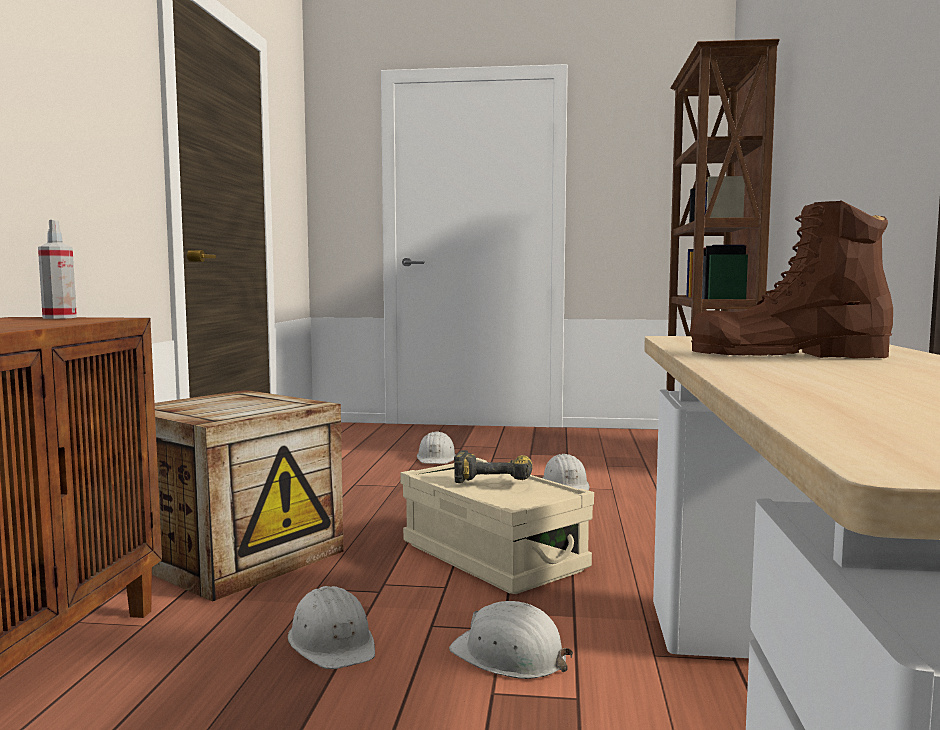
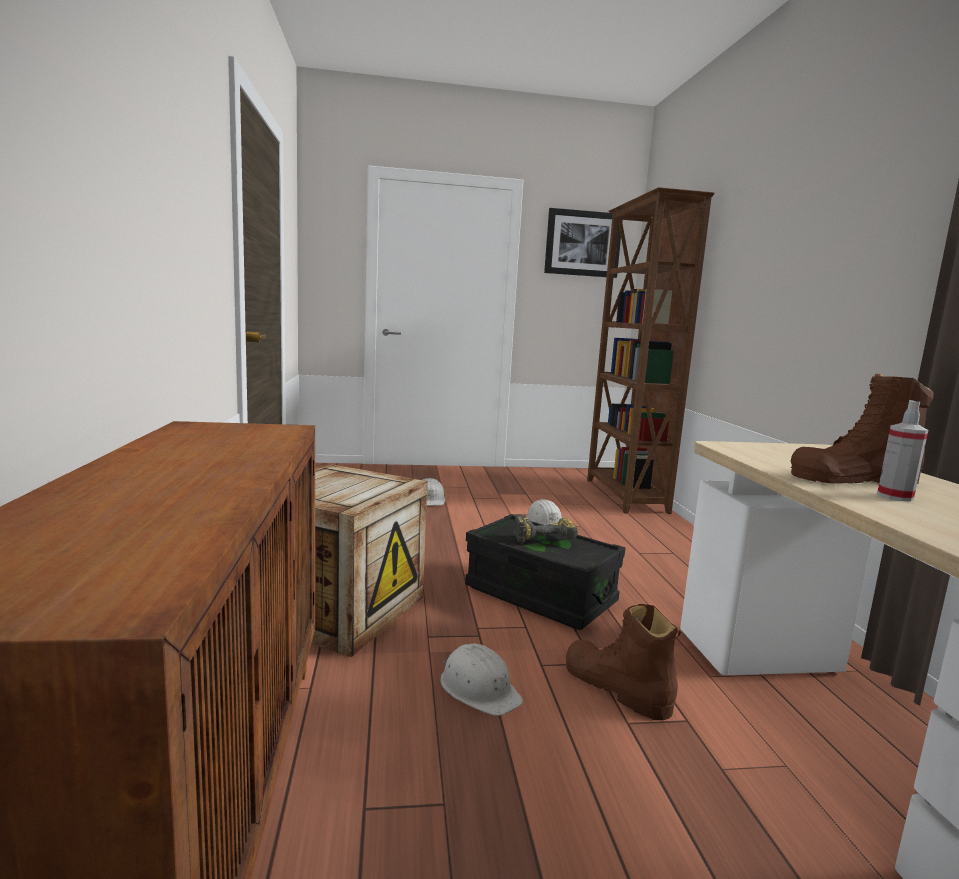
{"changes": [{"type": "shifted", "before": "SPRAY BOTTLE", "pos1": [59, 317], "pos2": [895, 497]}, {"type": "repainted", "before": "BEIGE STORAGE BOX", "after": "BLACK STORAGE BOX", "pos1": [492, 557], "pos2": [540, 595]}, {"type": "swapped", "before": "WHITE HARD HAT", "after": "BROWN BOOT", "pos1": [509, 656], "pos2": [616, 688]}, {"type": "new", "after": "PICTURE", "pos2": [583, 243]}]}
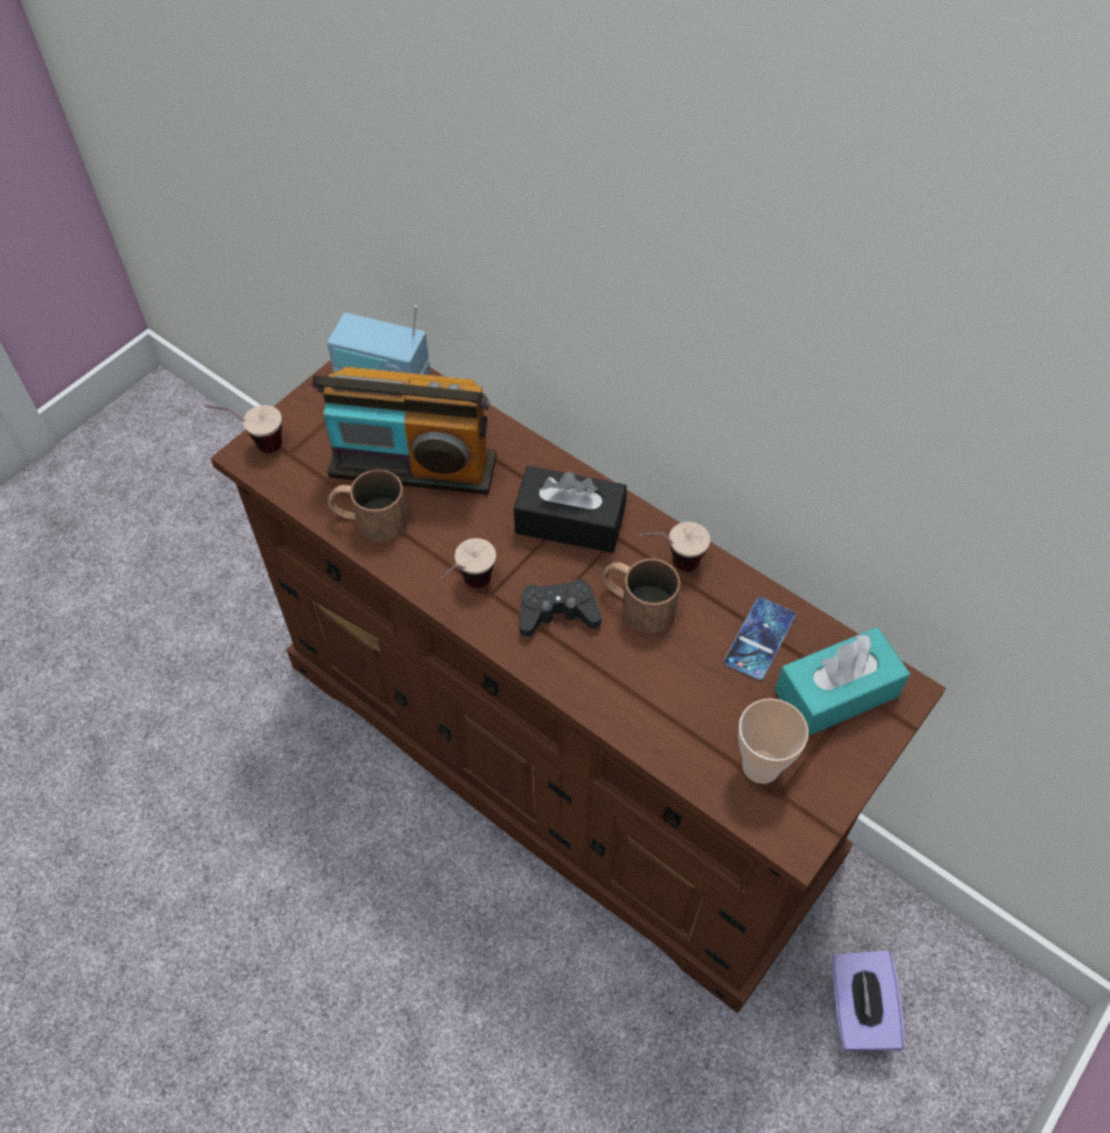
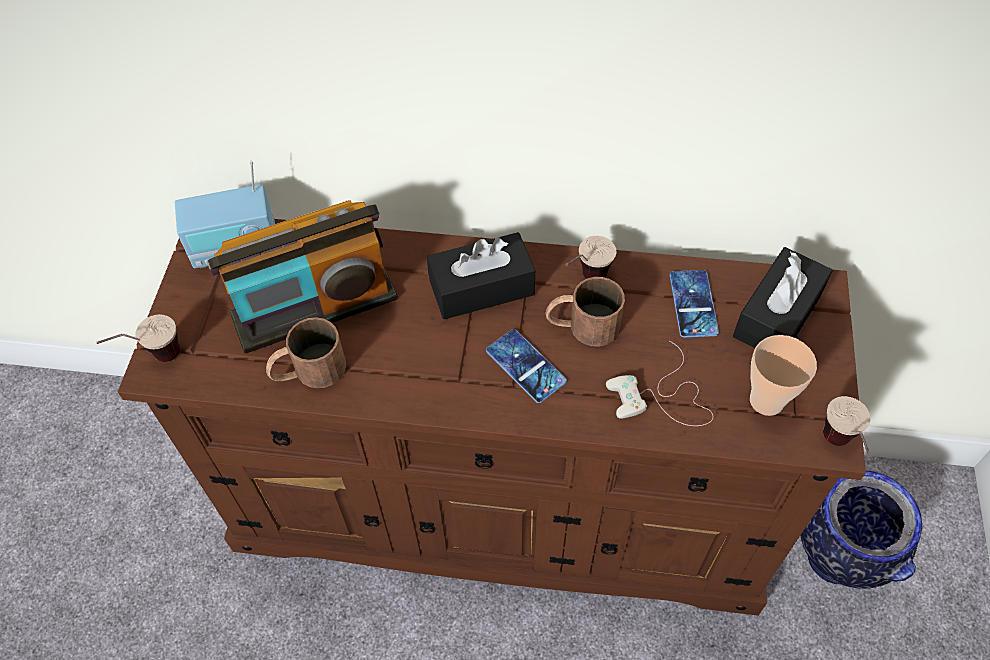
{"changes": [{"type": "shifted", "before": "CUP", "pos1": [468, 589], "pos2": [839, 449]}, {"type": "swapped", "before": "BLACK GAME CONTROLLER", "after": "PHONE", "pos1": [558, 613], "pos2": [525, 366]}, {"type": "repainted", "before": "TURQUOISE TISSUE BOX", "after": "BLACK TISSUE BOX", "pos1": [836, 693], "pos2": [777, 315]}, {"type": "swapped", "before": "PURPLE TISSUE BOX", "after": "VASE", "pos1": [858, 1010], "pos2": [835, 560]}, {"type": "new", "after": "WHITE GAME CONTROLLER", "pos2": [662, 397]}]}
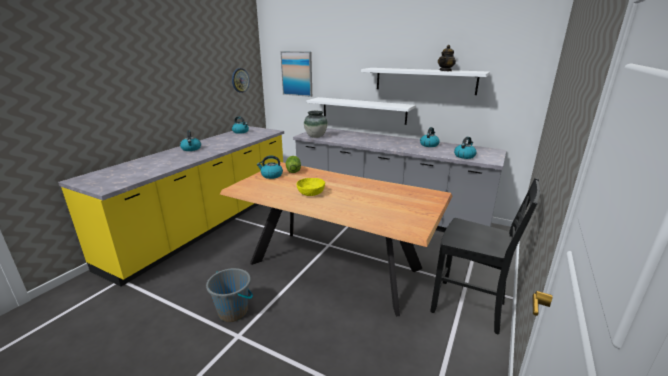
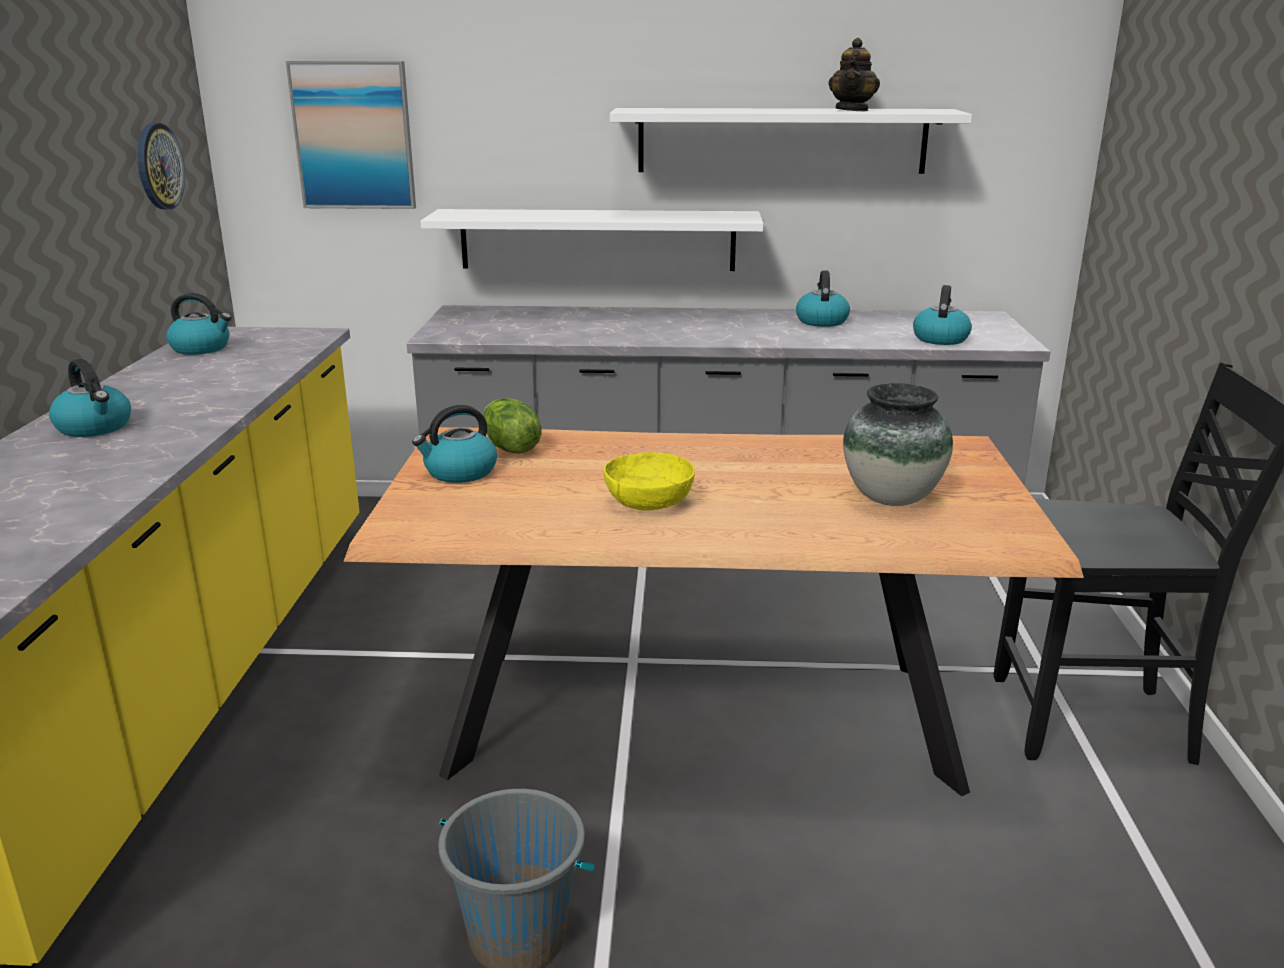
{"changes": [{"type": "shifted", "before": "VASE", "pos1": [315, 136], "pos2": [892, 499]}]}
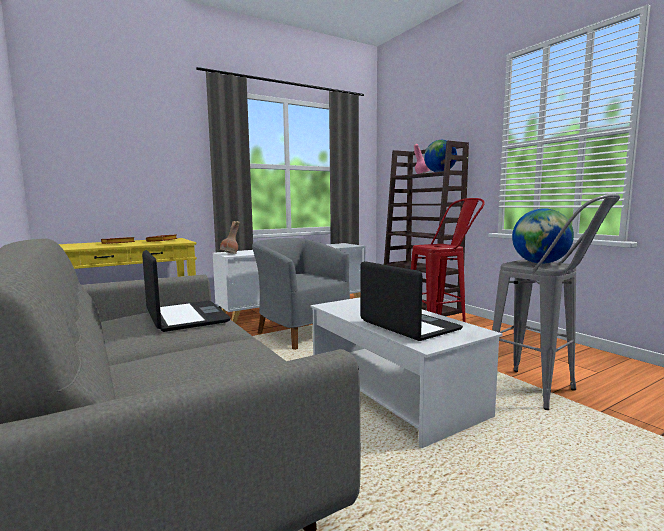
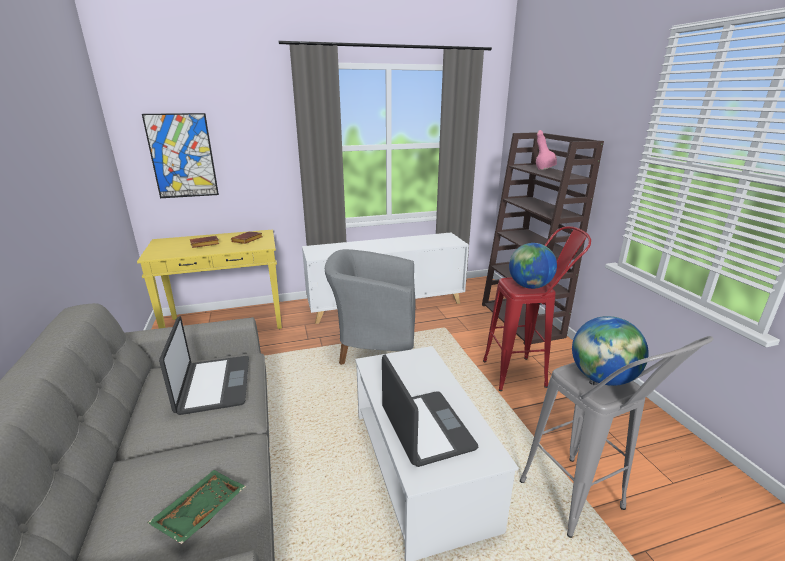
{"changes": [{"type": "shifted", "before": "GLOBE", "pos1": [440, 172], "pos2": [529, 286]}, {"type": "gone", "before": "BROWN VASE", "pos1": [230, 254]}, {"type": "rotated", "before": "GREY ARMCHAIR", "pos1": [300, 332], "pos2": [374, 347], "turn": -60}, {"type": "new", "after": "PICTURE", "pos2": [182, 156]}, {"type": "new", "after": "GREEN TRAY", "pos2": [200, 511]}]}
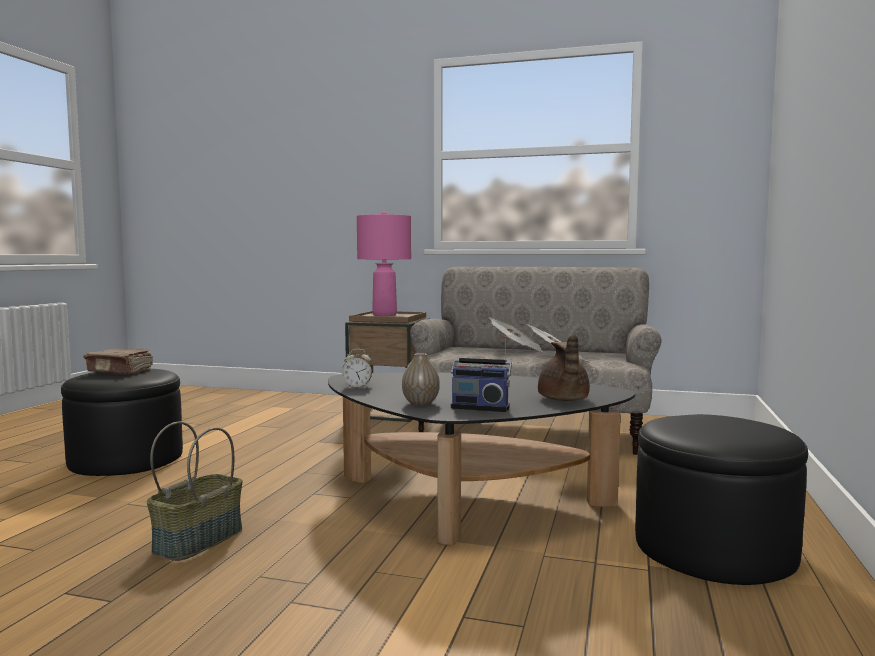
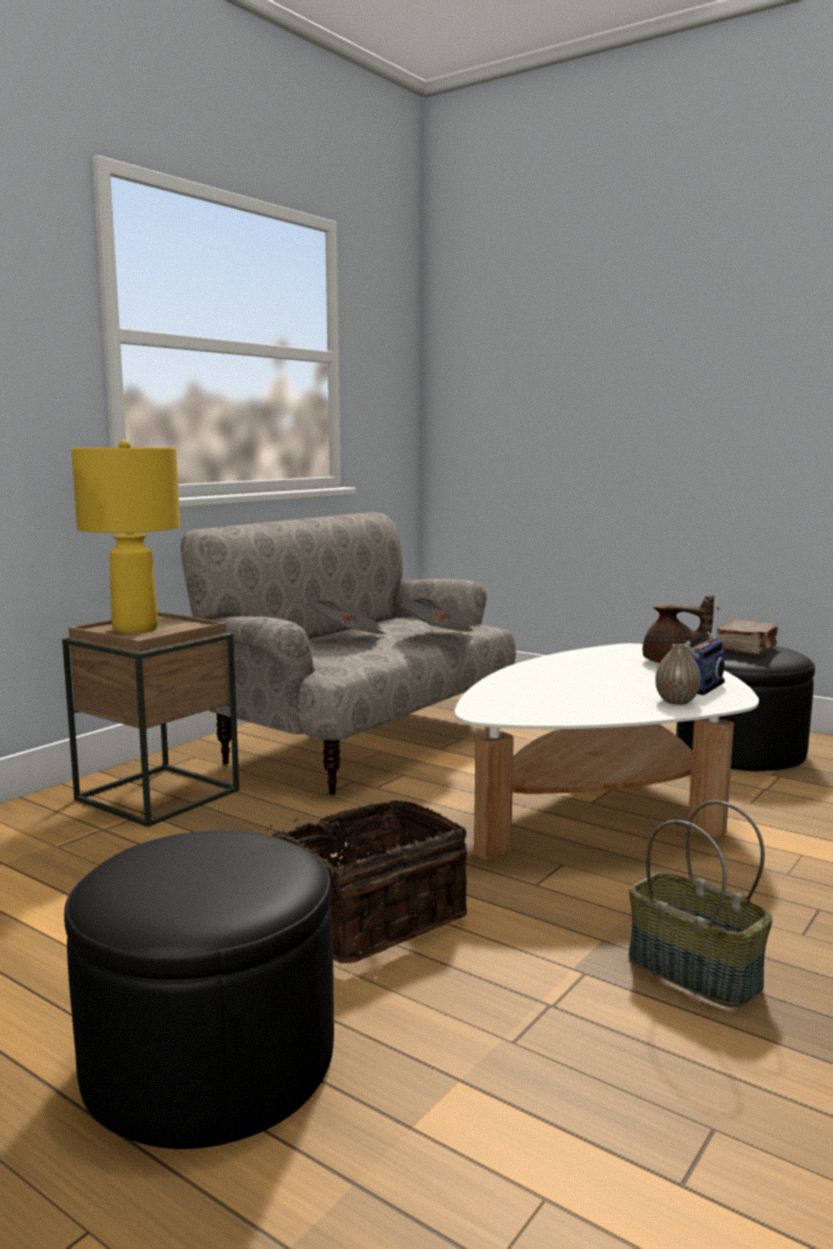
{"changes": [{"type": "repainted", "before": "PINK TABLE LAMP", "after": "YELLOW TABLE LAMP", "pos1": [385, 315], "pos2": [136, 628]}, {"type": "shifted", "before": "BROWN BOOK", "pos1": [120, 371], "pos2": [747, 649]}, {"type": "gone", "before": "ALARM CLOCK", "pos1": [357, 387]}, {"type": "repainted", "before": "BLACK COFFEE TABLE", "after": "WHITE COFFEE TABLE", "pos1": [466, 501], "pos2": [602, 808]}, {"type": "new", "after": "BASKET", "pos2": [370, 919]}]}
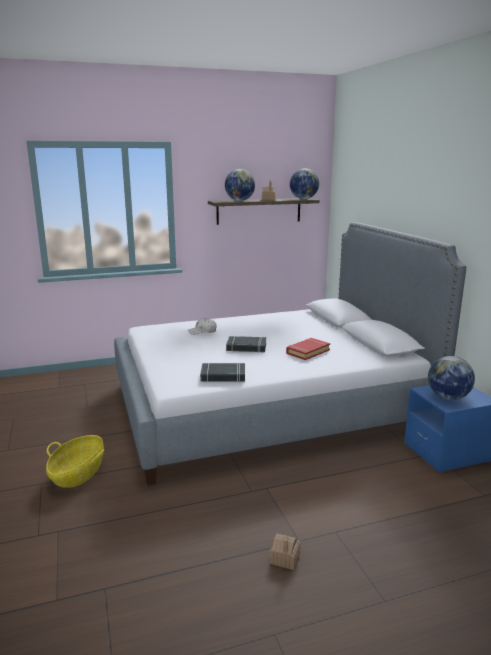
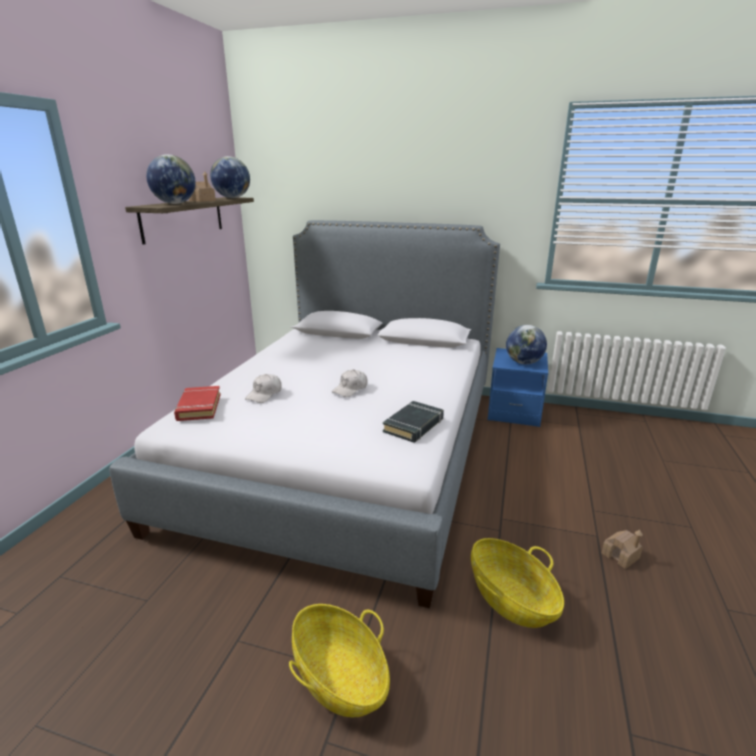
{"changes": [{"type": "swapped", "before": "BLACK BOOK", "after": "WHITE CAP", "pos1": [246, 347], "pos2": [350, 389]}, {"type": "shifted", "before": "RED BOOK", "pos1": [307, 352], "pos2": [199, 407]}, {"type": "new", "after": "BASKET", "pos2": [511, 599]}]}
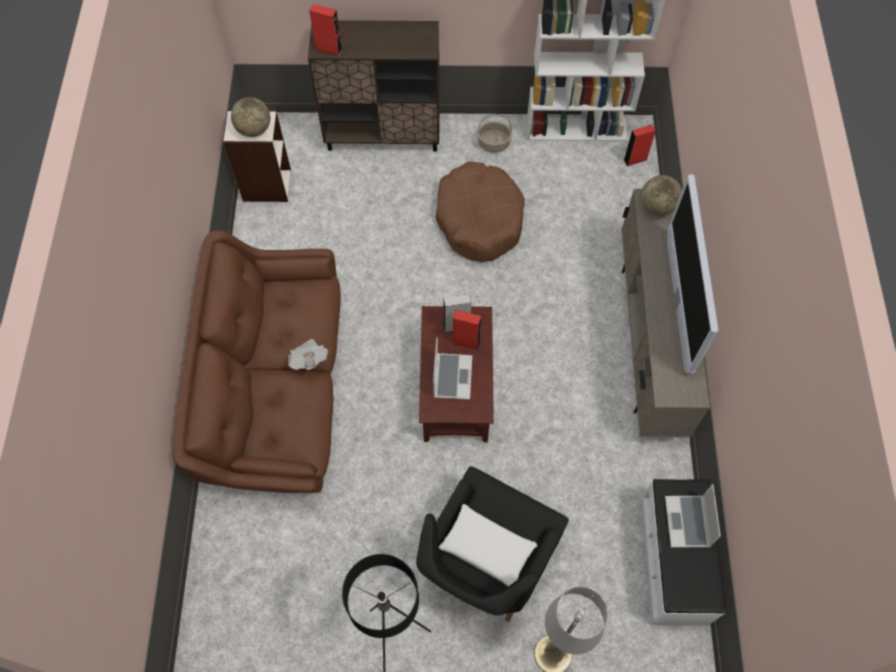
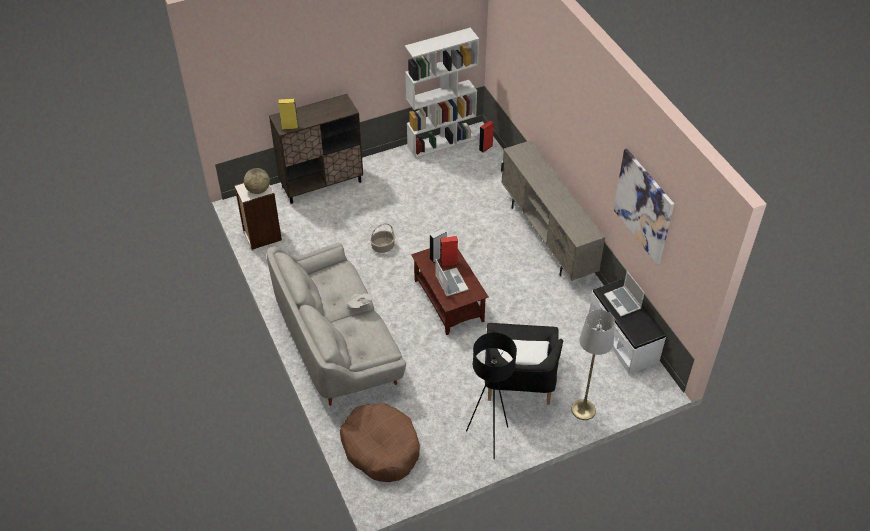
{"changes": [{"type": "repainted", "before": "RED SPEAKER", "after": "YELLOW SPEAKER", "pos1": [329, 49], "pos2": [289, 127]}, {"type": "shifted", "before": "BASKET", "pos1": [494, 143], "pos2": [383, 246]}, {"type": "shifted", "before": "BROWN DOG BED", "pos1": [479, 219], "pos2": [381, 448]}, {"type": "gone", "before": "TELEVISION", "pos1": [678, 303]}, {"type": "gone", "before": "GLOBE", "pos1": [657, 207]}, {"type": "repainted", "before": "BROWN SOFA", "after": "GREY SOFA", "pos1": [277, 390], "pos2": [338, 342]}, {"type": "new", "after": "PICTURE", "pos2": [643, 206]}]}
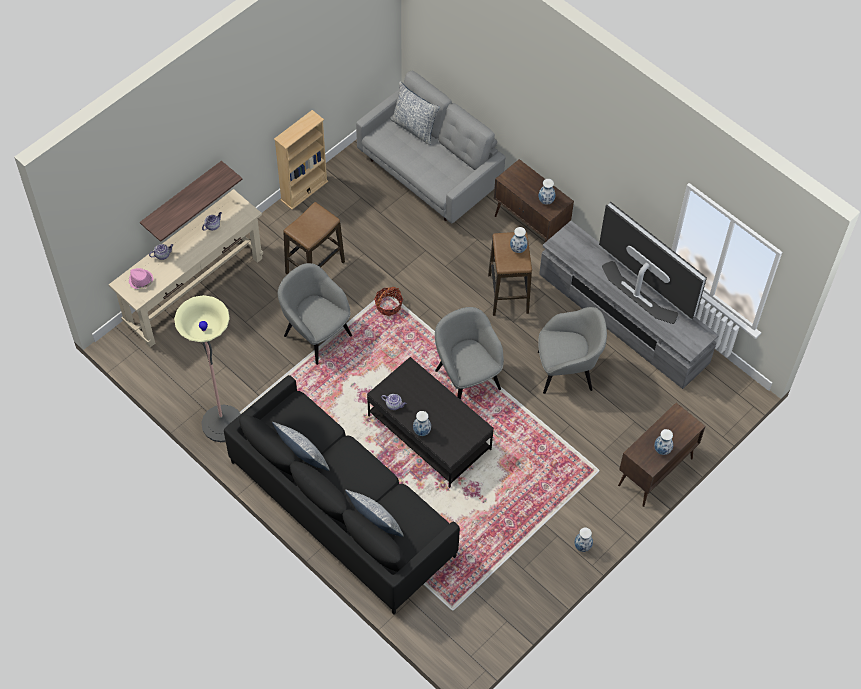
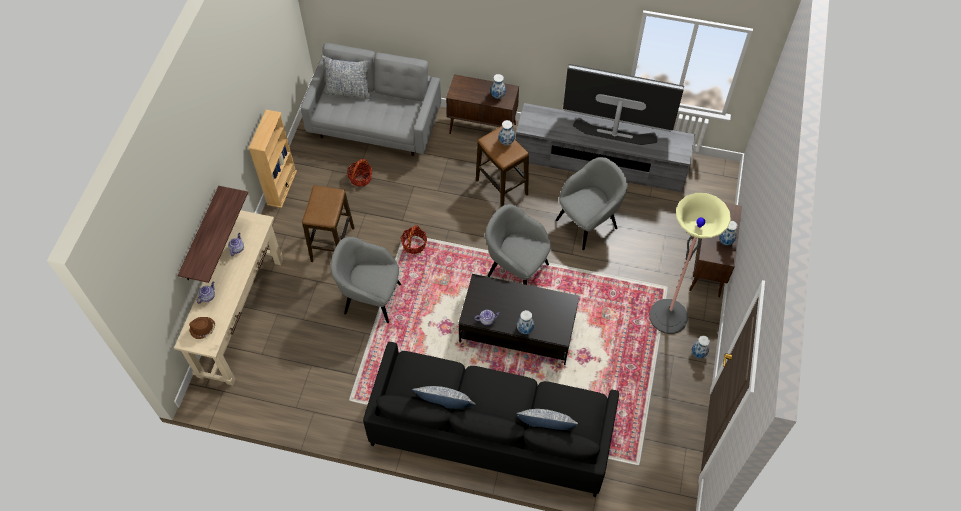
{"changes": [{"type": "repainted", "before": "PINK HAT", "after": "BROWN HAT", "pos1": [141, 281], "pos2": [202, 329]}, {"type": "shifted", "before": "FLOOR LAMP", "pos1": [222, 424], "pos2": [668, 316]}, {"type": "new", "after": "BASKET", "pos2": [360, 178]}]}
